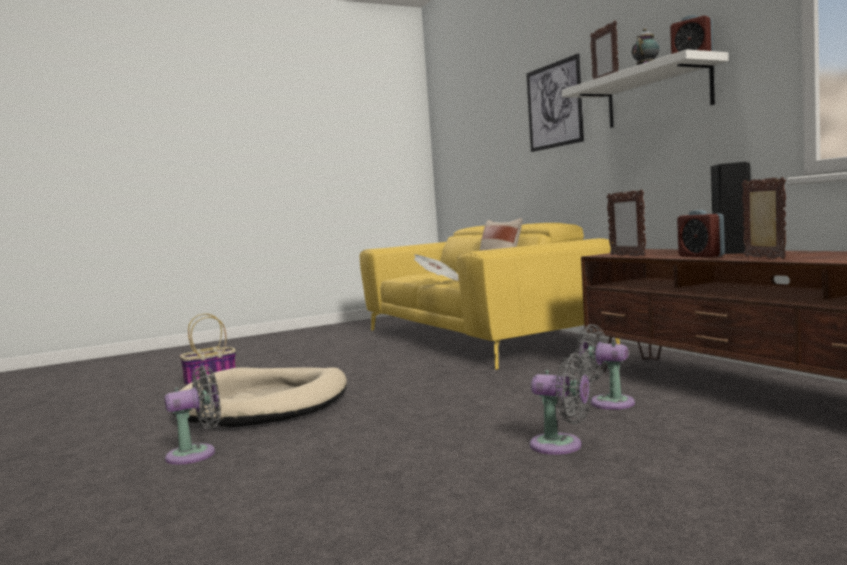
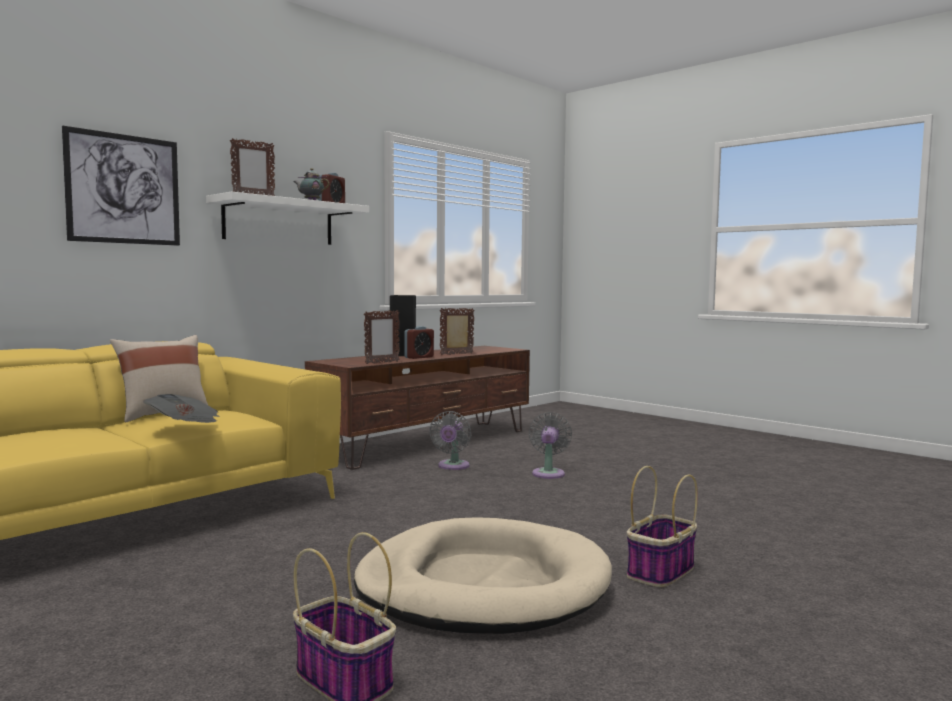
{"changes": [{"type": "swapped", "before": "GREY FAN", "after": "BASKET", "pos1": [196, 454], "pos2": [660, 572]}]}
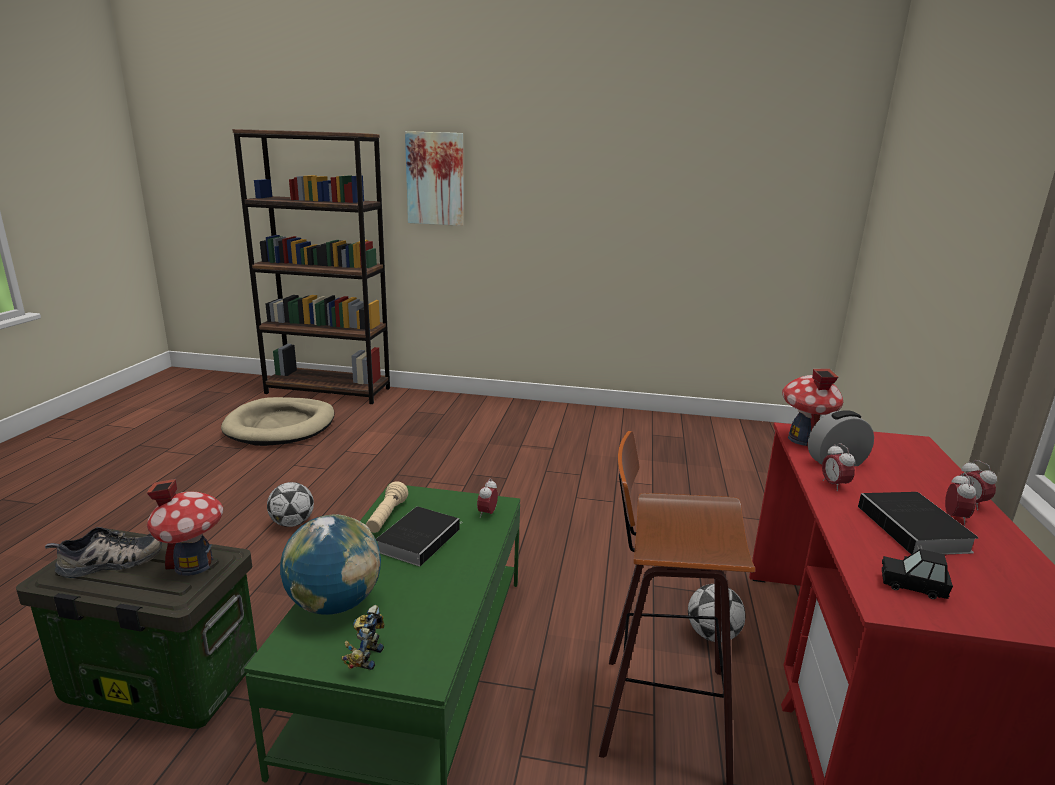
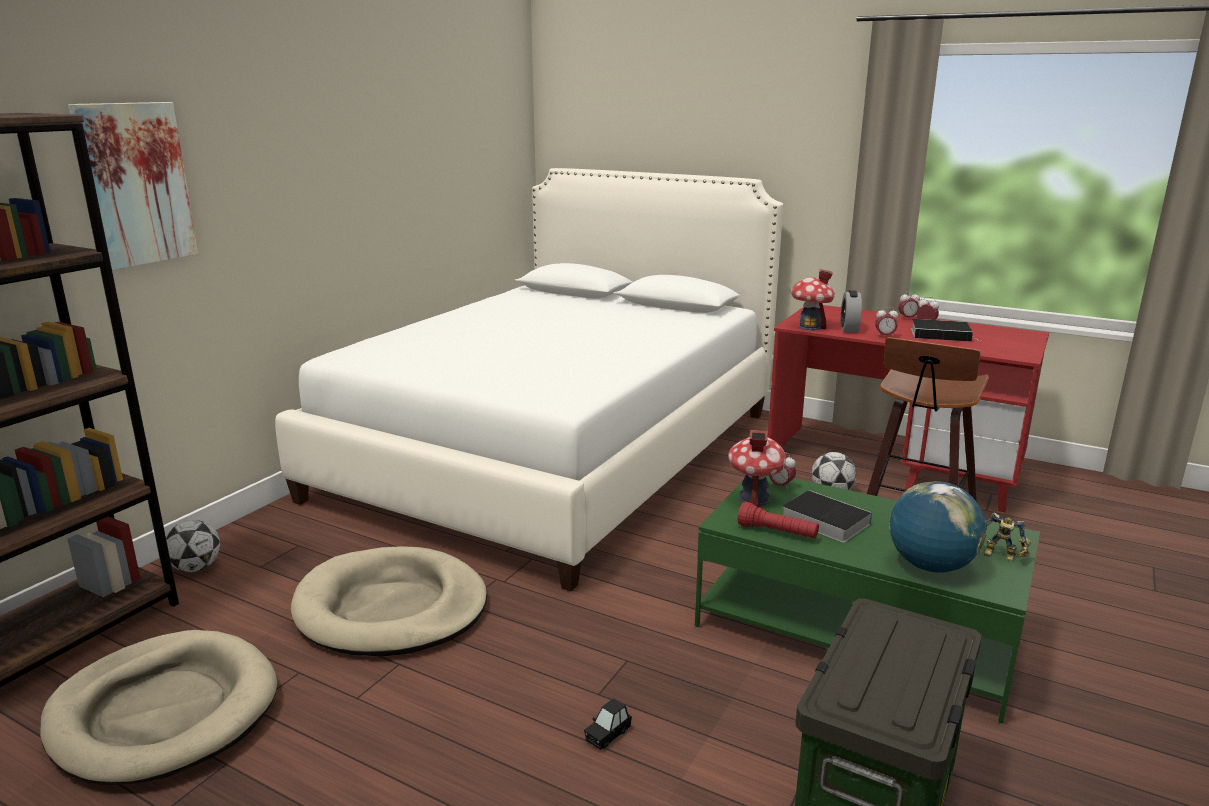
{"changes": [{"type": "shifted", "before": "TOY HOUSE", "pos1": [194, 564], "pos2": [754, 499]}, {"type": "repainted", "before": "BEIGE FLASHLIGHT", "after": "RED FLASHLIGHT", "pos1": [386, 517], "pos2": [777, 532]}, {"type": "shifted", "before": "FOOTBALL", "pos1": [292, 523], "pos2": [196, 568]}, {"type": "gone", "before": "SHOE", "pos1": [110, 563]}, {"type": "shifted", "before": "BLACK TOY CAR", "pos1": [912, 587], "pos2": [608, 735]}, {"type": "new", "after": "WHITE BED", "pos2": [556, 453]}, {"type": "new", "after": "BEIGE DOG BED", "pos2": [391, 608]}]}
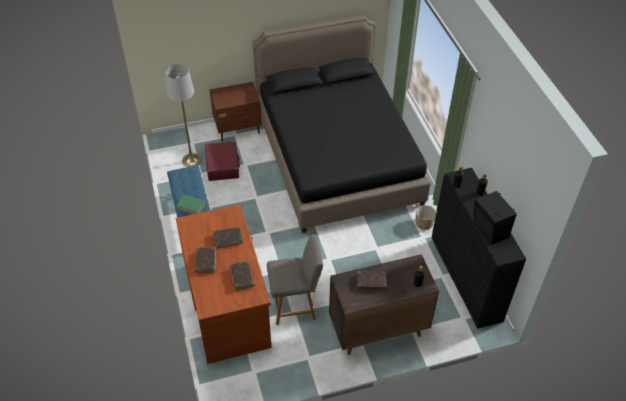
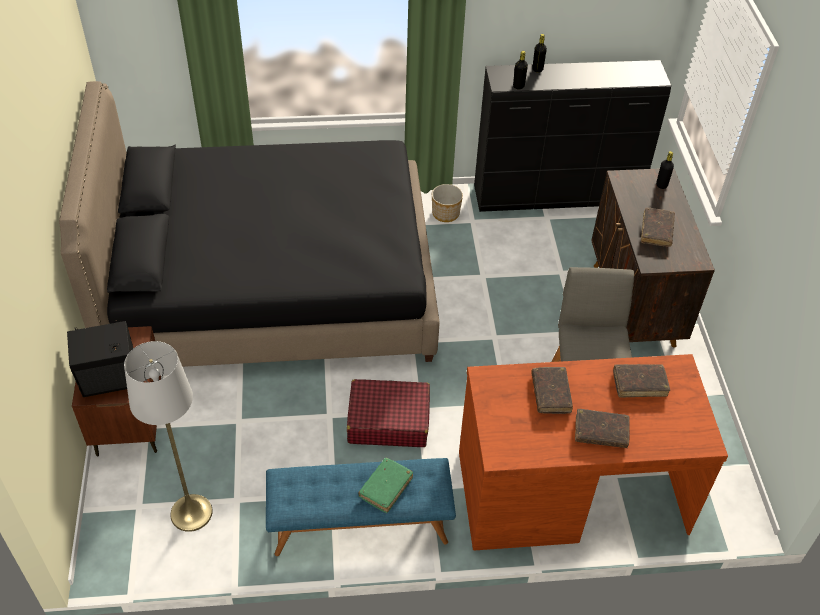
{"changes": [{"type": "shifted", "before": "RED SUITCASE", "pos1": [222, 166], "pos2": [388, 421]}, {"type": "shifted", "before": "BLACK SPEAKER", "pos1": [489, 230], "pos2": [111, 381]}]}
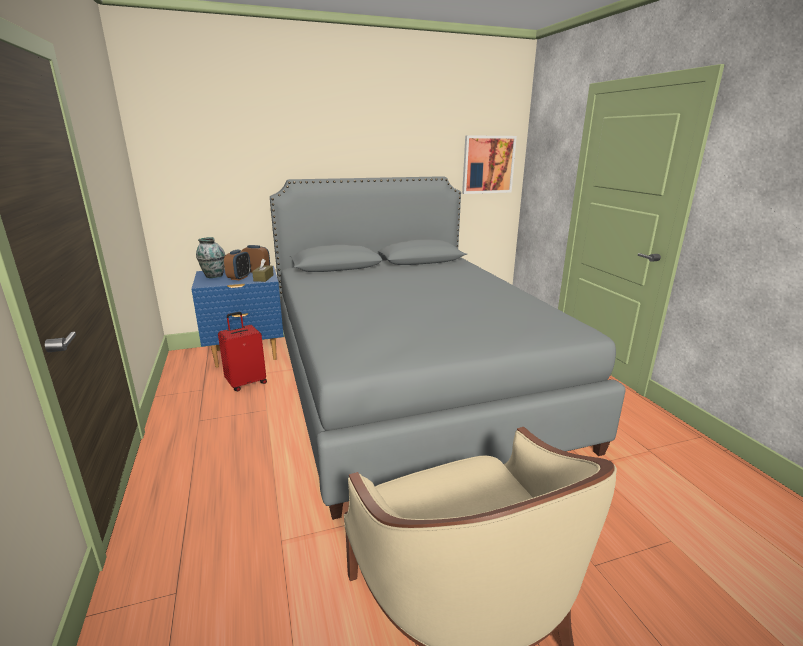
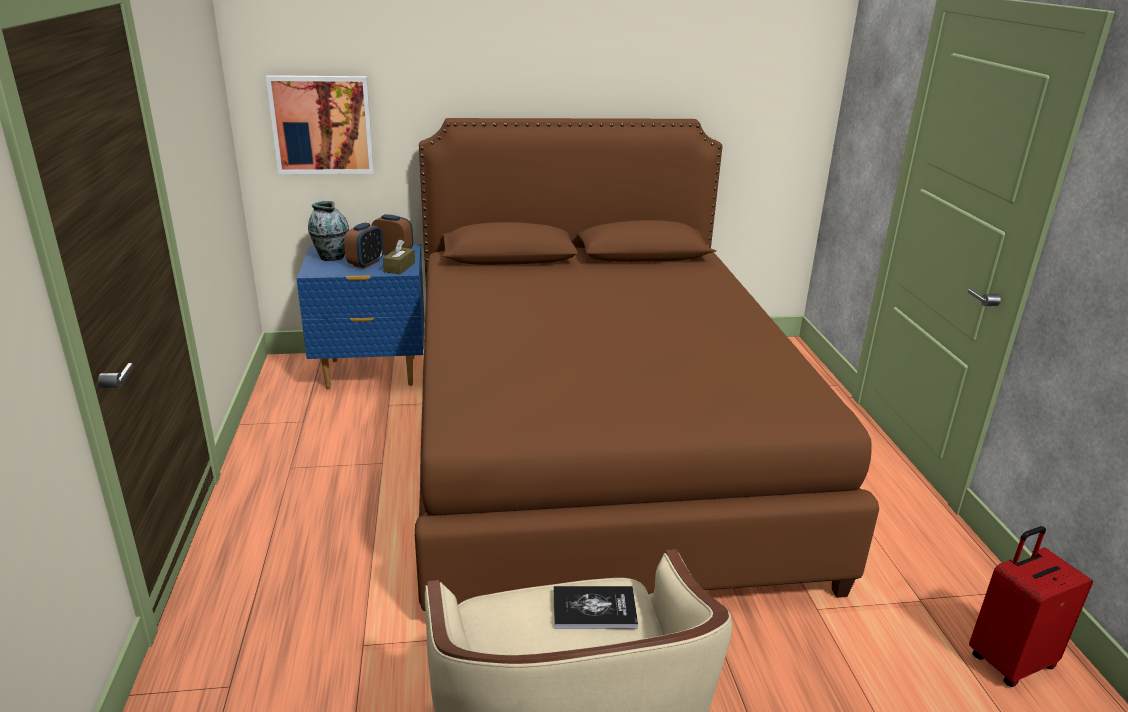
{"changes": [{"type": "shifted", "before": "PICTURE", "pos1": [488, 164], "pos2": [322, 125]}, {"type": "repainted", "before": "GREY BED", "after": "BROWN BED", "pos1": [410, 384], "pos2": [596, 449]}, {"type": "shifted", "before": "RED SUITCASE", "pos1": [246, 383], "pos2": [1009, 661]}, {"type": "new", "after": "BOOK", "pos2": [594, 609]}]}
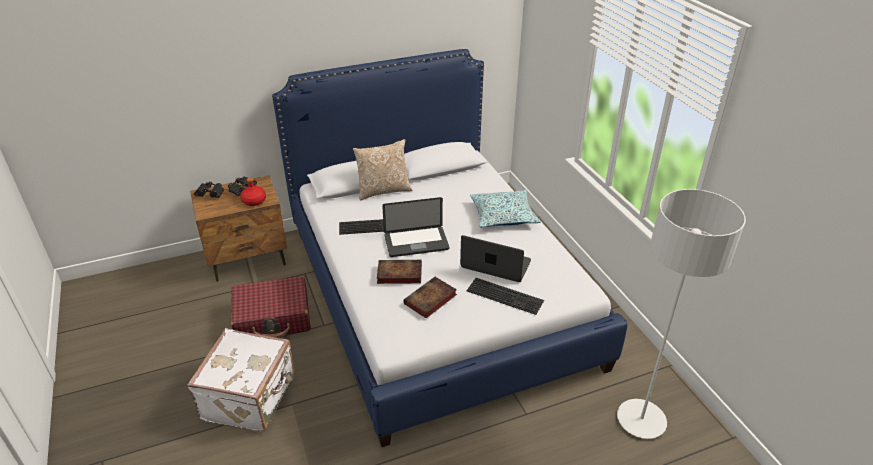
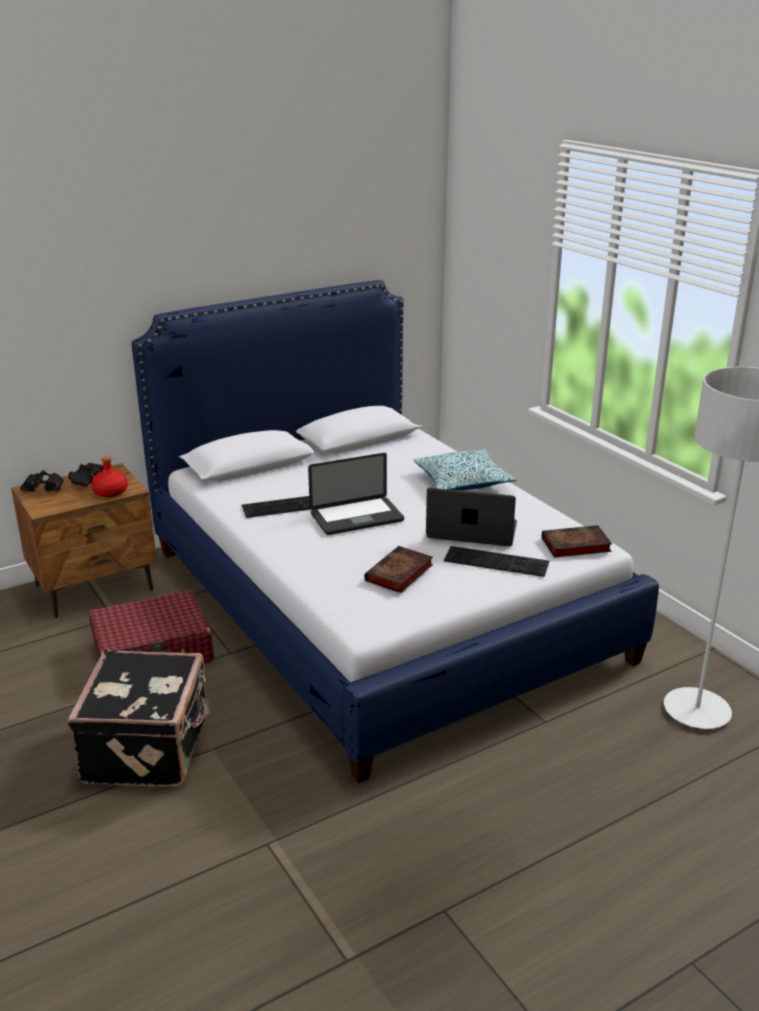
{"changes": [{"type": "gone", "before": "PILLOW", "pos1": [383, 190]}, {"type": "shifted", "before": "BOOK", "pos1": [398, 274], "pos2": [574, 545]}, {"type": "repainted", "before": "WHITE SUITCASE", "after": "BLACK SUITCASE", "pos1": [251, 397], "pos2": [149, 748]}]}
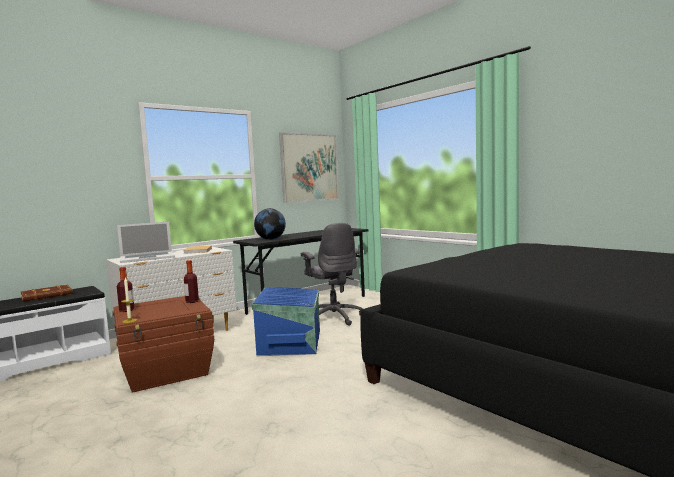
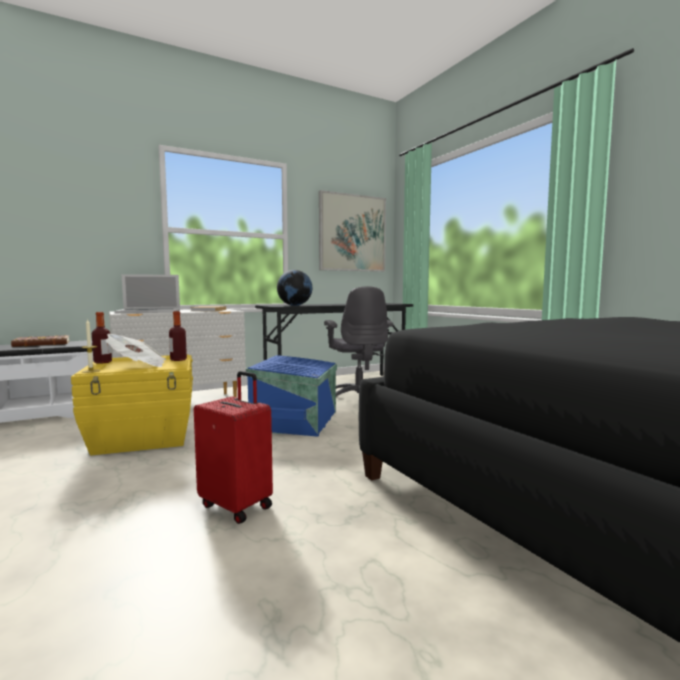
{"changes": [{"type": "repainted", "before": "BROWN STORAGE BOX", "after": "YELLOW STORAGE BOX", "pos1": [167, 371], "pos2": [144, 437]}, {"type": "new", "after": "NEWSPAPER", "pos2": [138, 365]}, {"type": "new", "after": "RED SUITCASE", "pos2": [237, 505]}]}
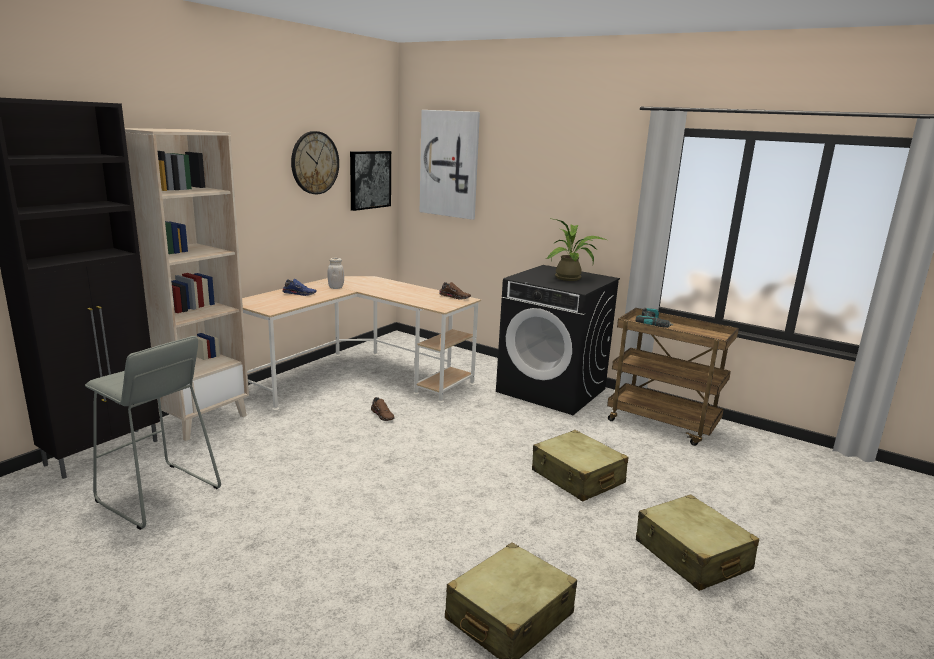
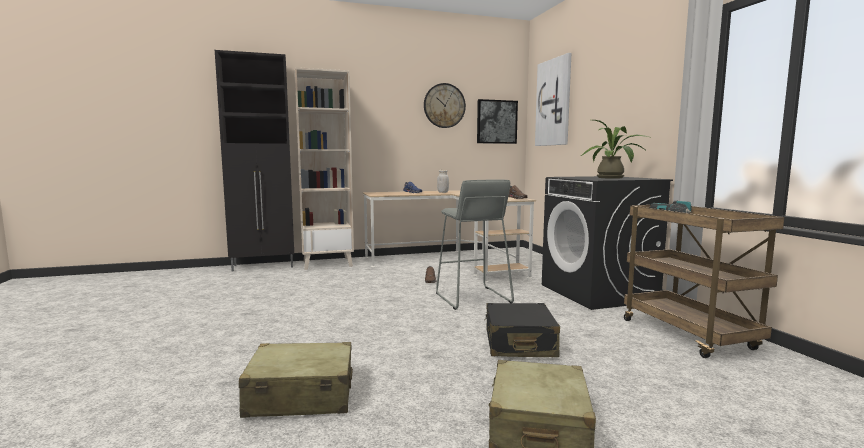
{"changes": [{"type": "shifted", "before": "GREY STOOL", "pos1": [157, 495], "pos2": [472, 298]}, {"type": "repainted", "before": "BEIGE SUITCASE", "after": "BLACK SUITCASE", "pos1": [577, 477], "pos2": [519, 343]}]}
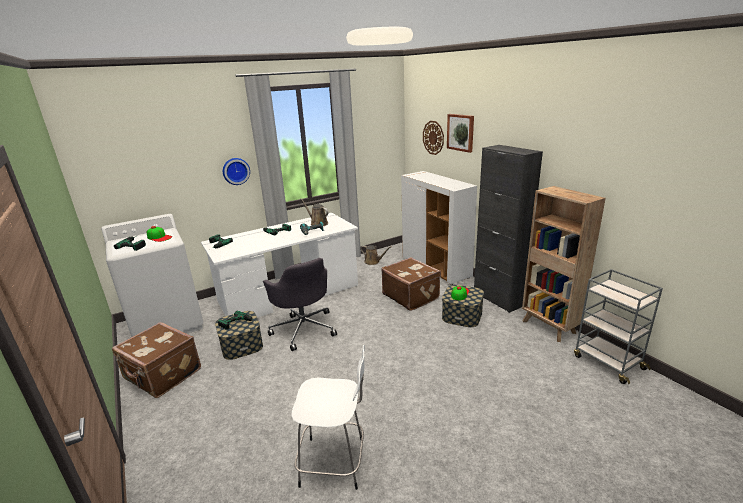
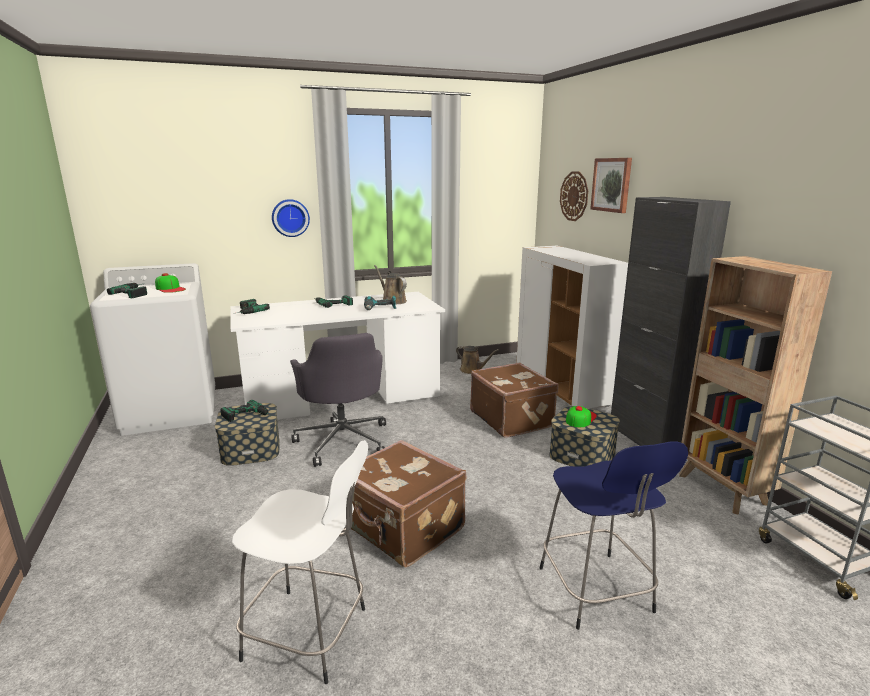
{"changes": [{"type": "shifted", "before": "BROWN SUITCASE", "pos1": [162, 375], "pos2": [402, 529]}, {"type": "new", "after": "BLUE STOOL", "pos2": [596, 592]}]}
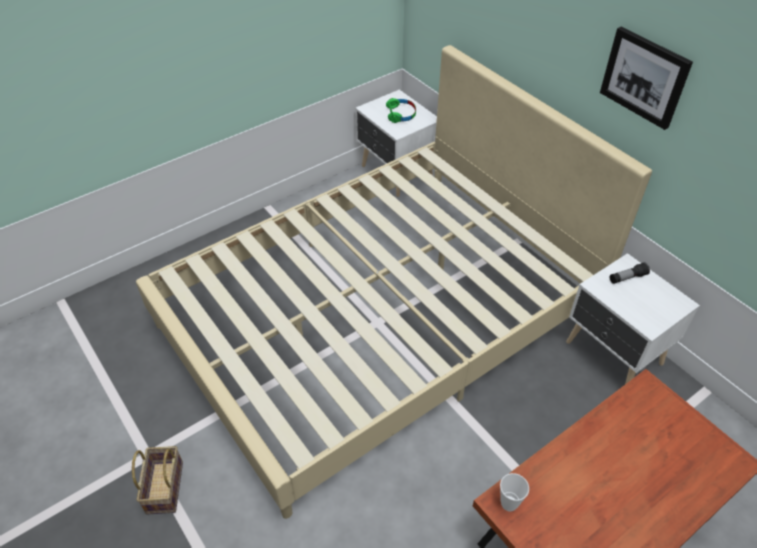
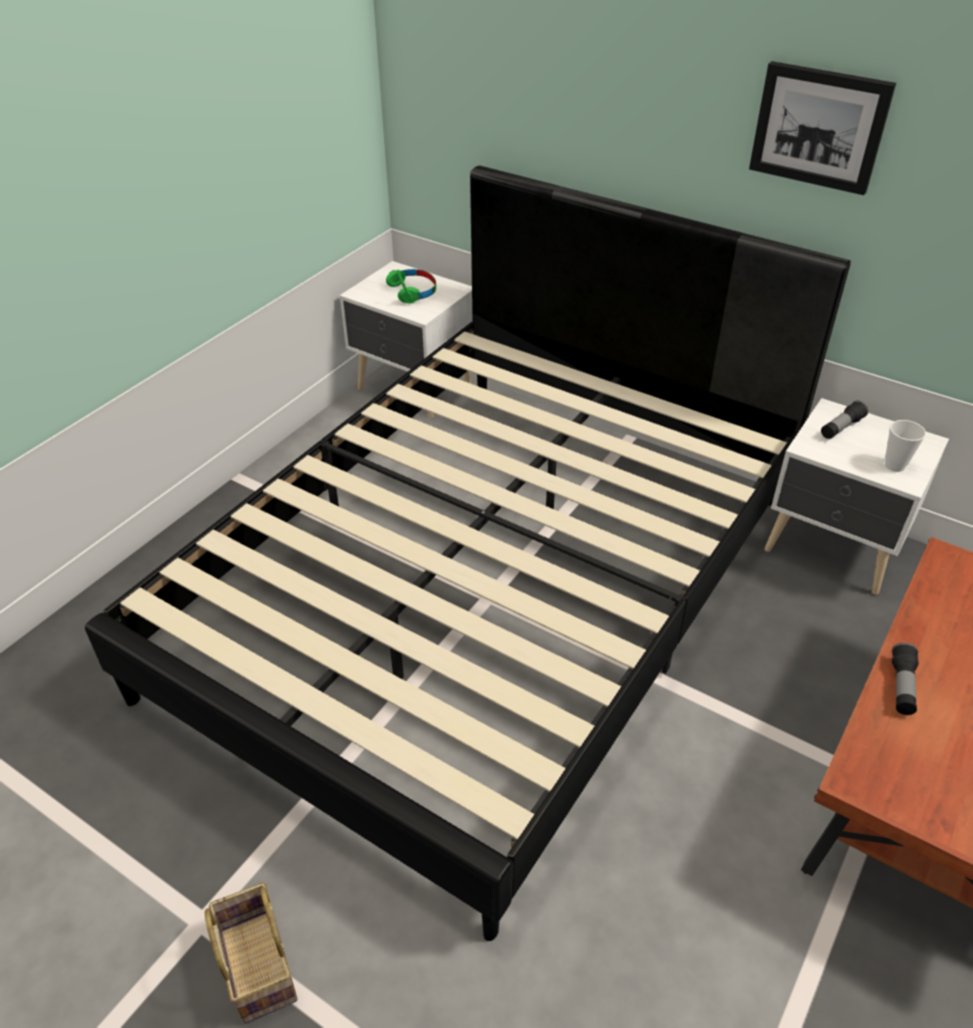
{"changes": [{"type": "repainted", "before": "BEIGE BED", "after": "BLACK BED", "pos1": [379, 318], "pos2": [488, 590]}, {"type": "shifted", "before": "CUP", "pos1": [509, 503], "pos2": [894, 465]}, {"type": "new", "after": "FLASHLIGHT", "pos2": [901, 686]}]}
